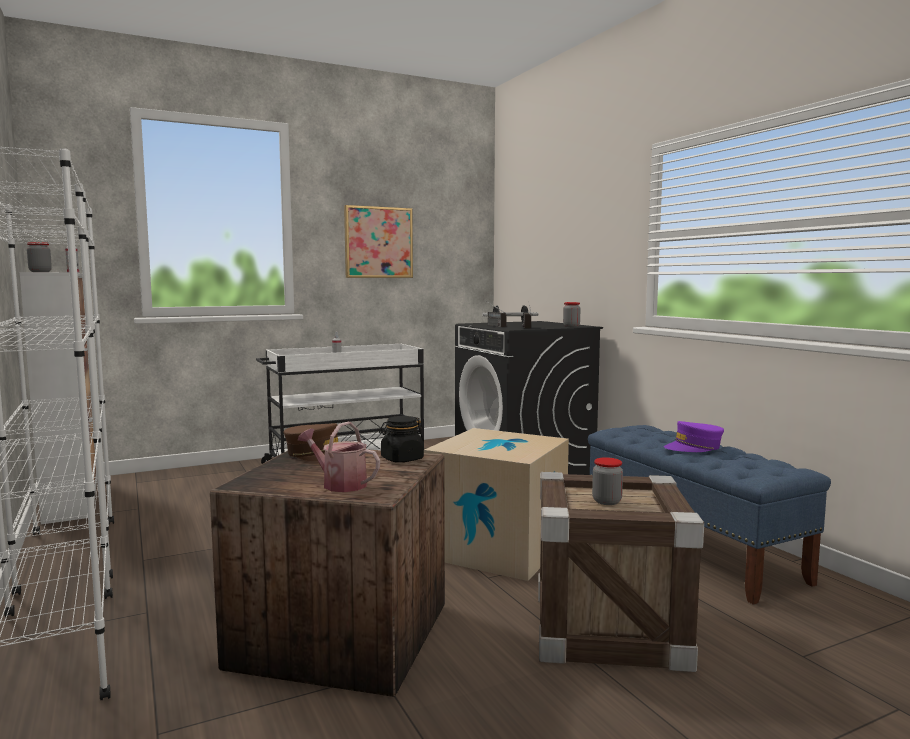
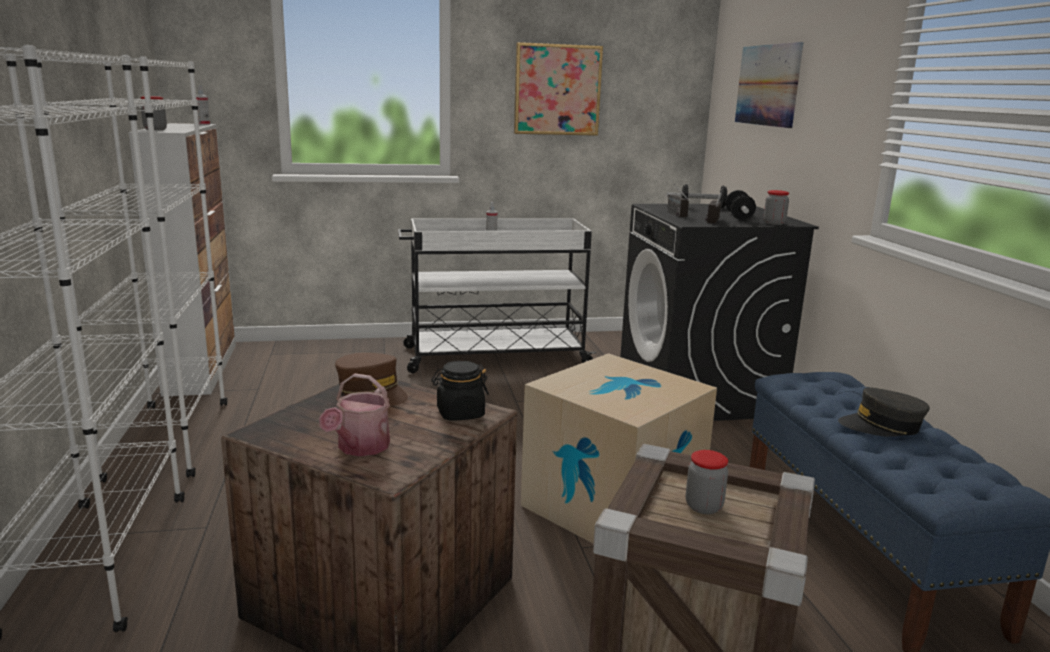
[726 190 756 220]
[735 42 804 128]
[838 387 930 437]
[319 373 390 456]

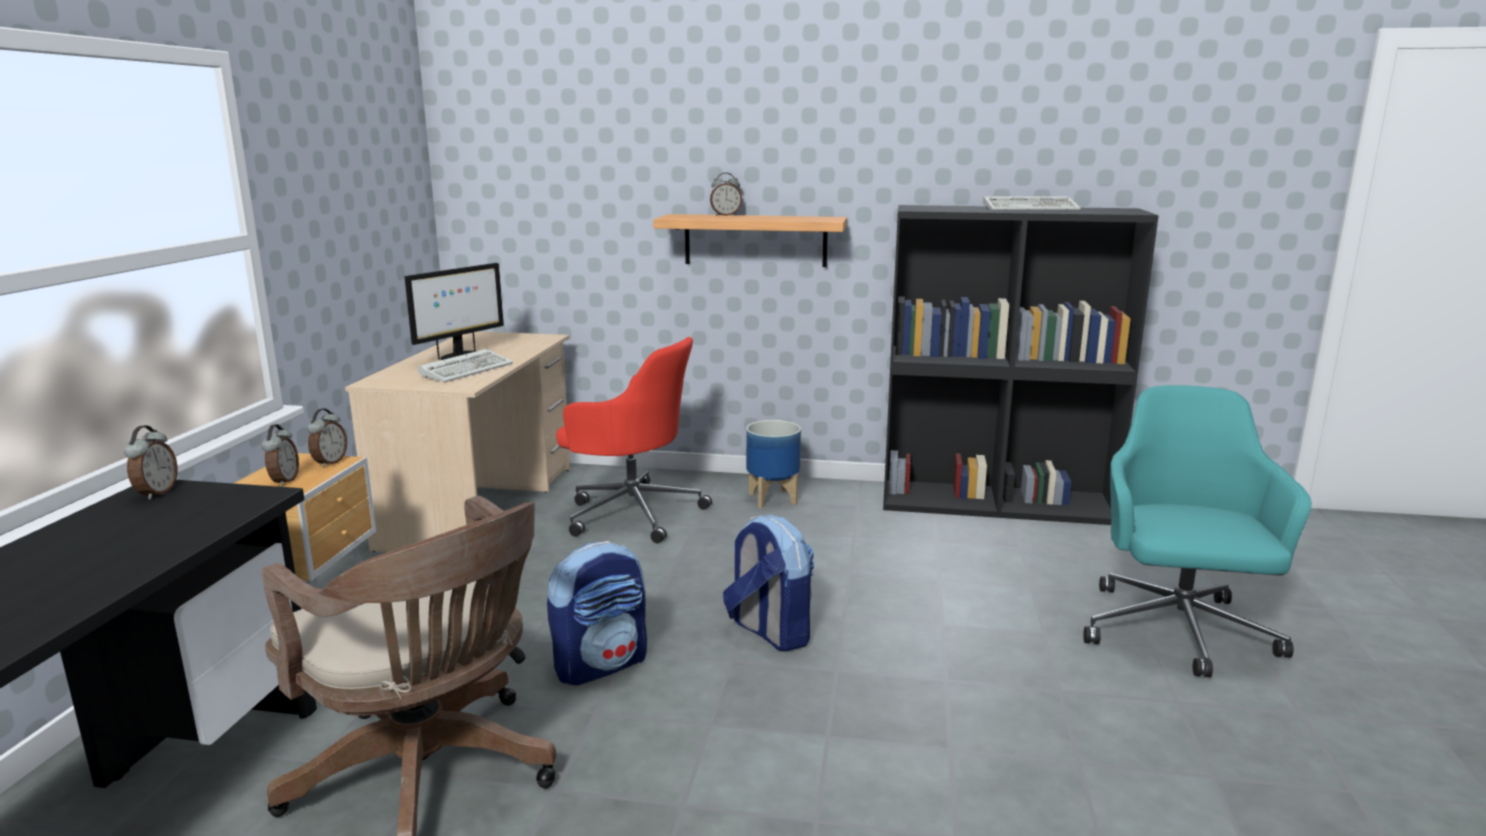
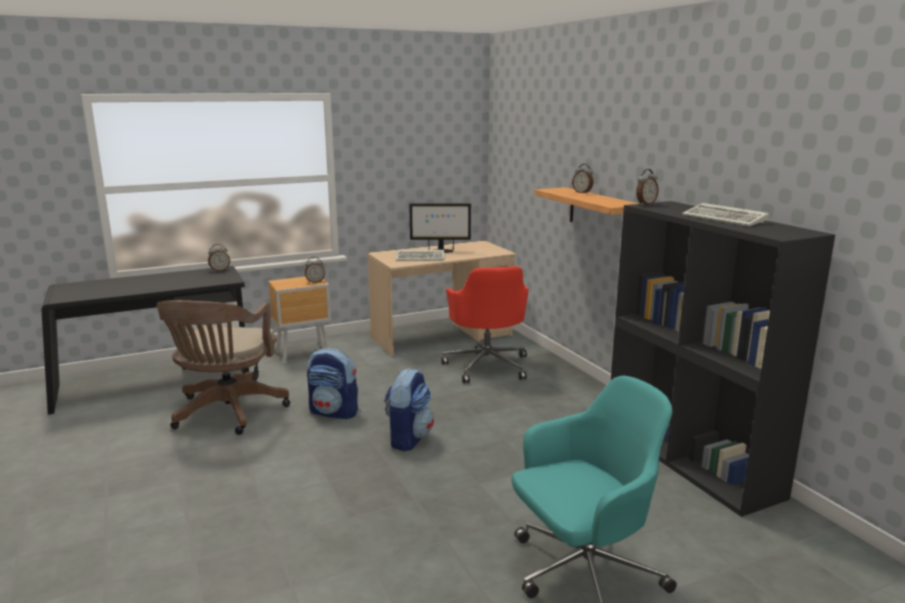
[746 420 801 508] (first image)
[636 169 659 205]

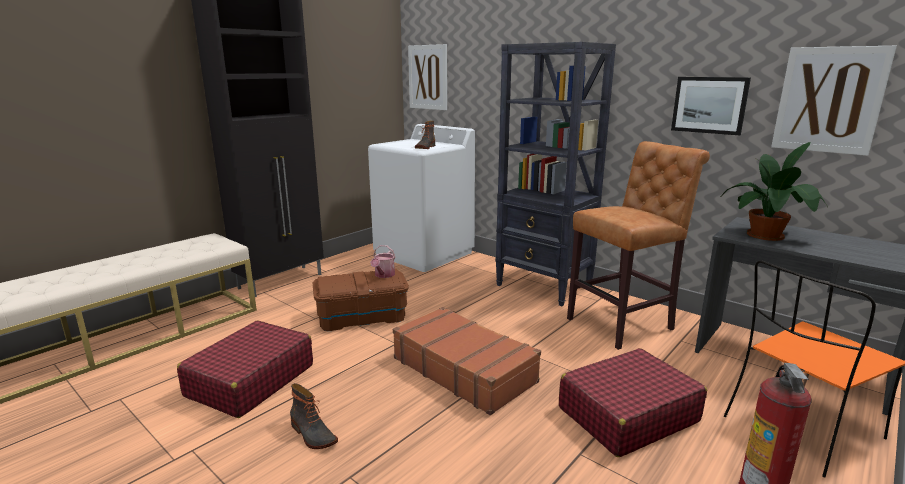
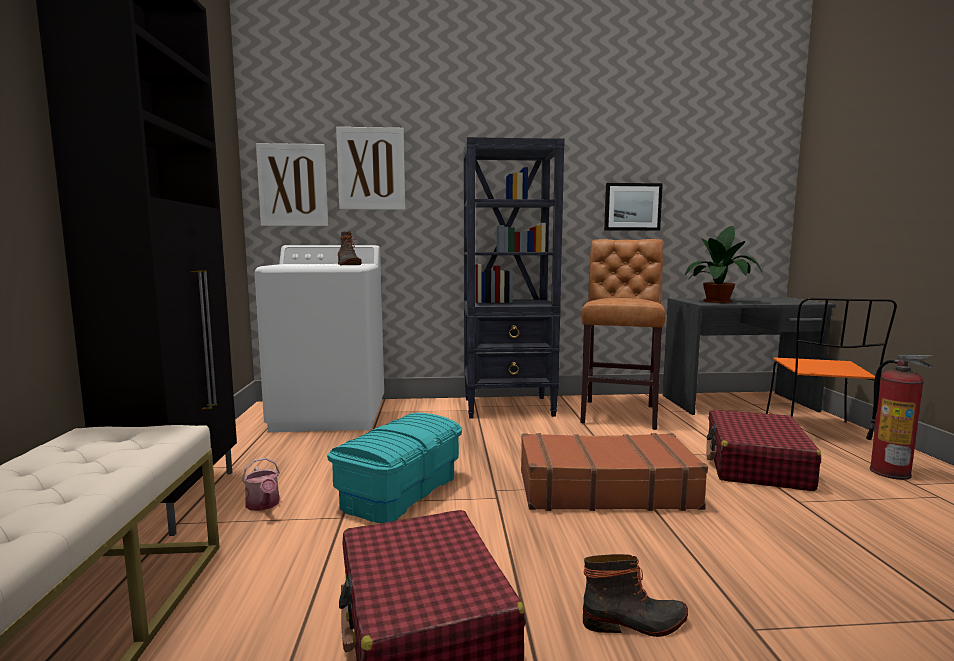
[242 457 280 511]
[336 127 405 210]
[327 413 462 523]

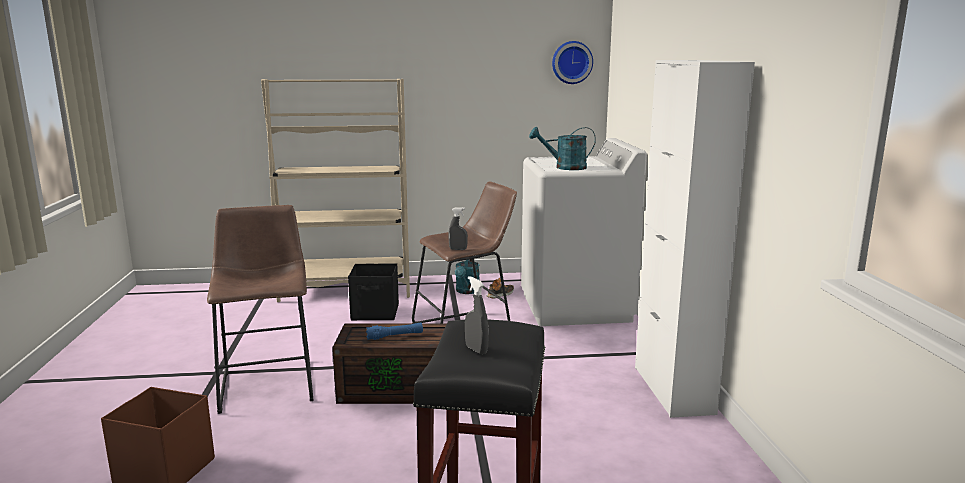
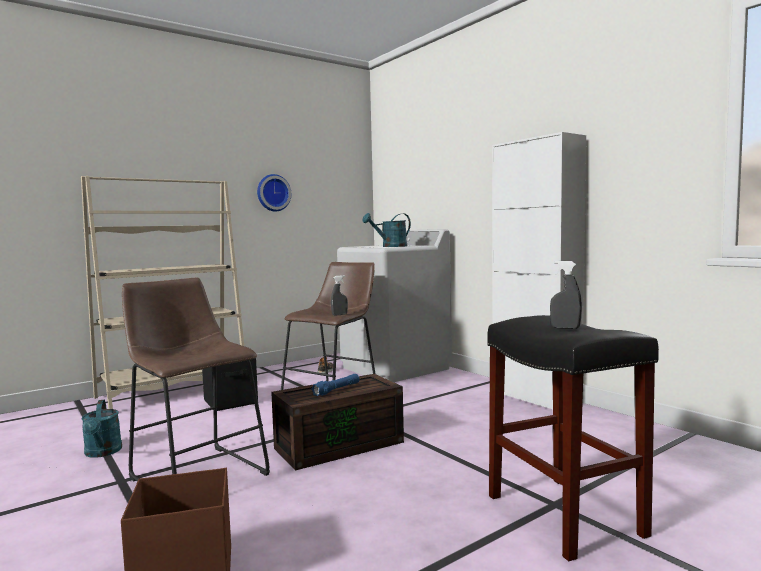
[81 400 122 457]
[257 174 291 212]

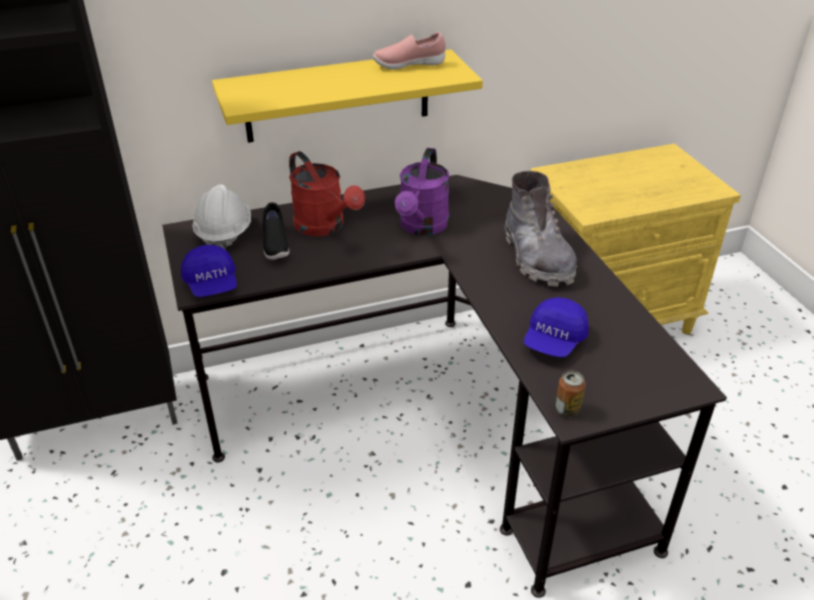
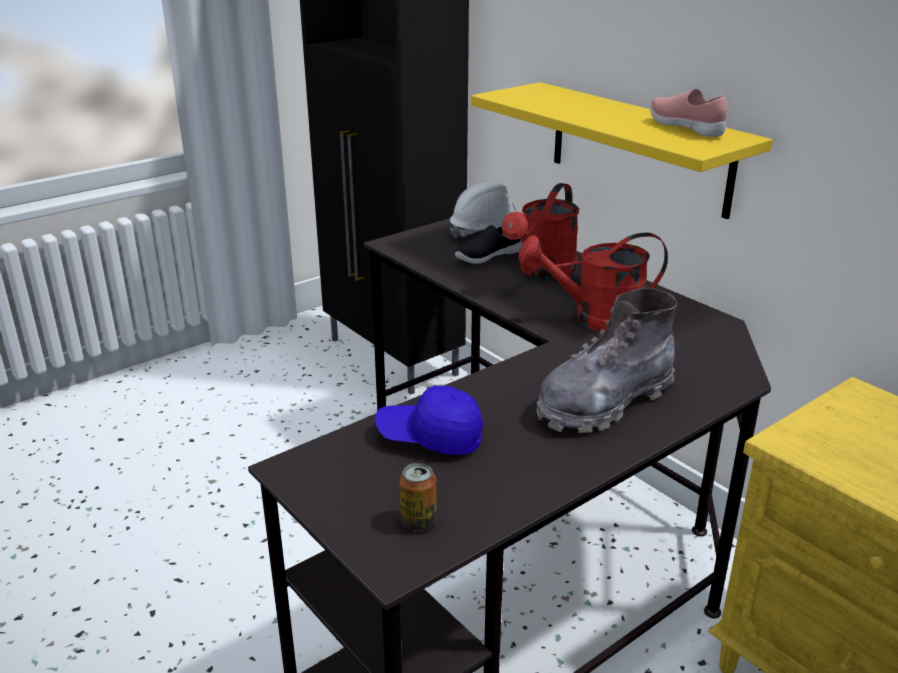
[181 245 237 297] (first image)
[399 463 437 531]
[519 233 668 332]

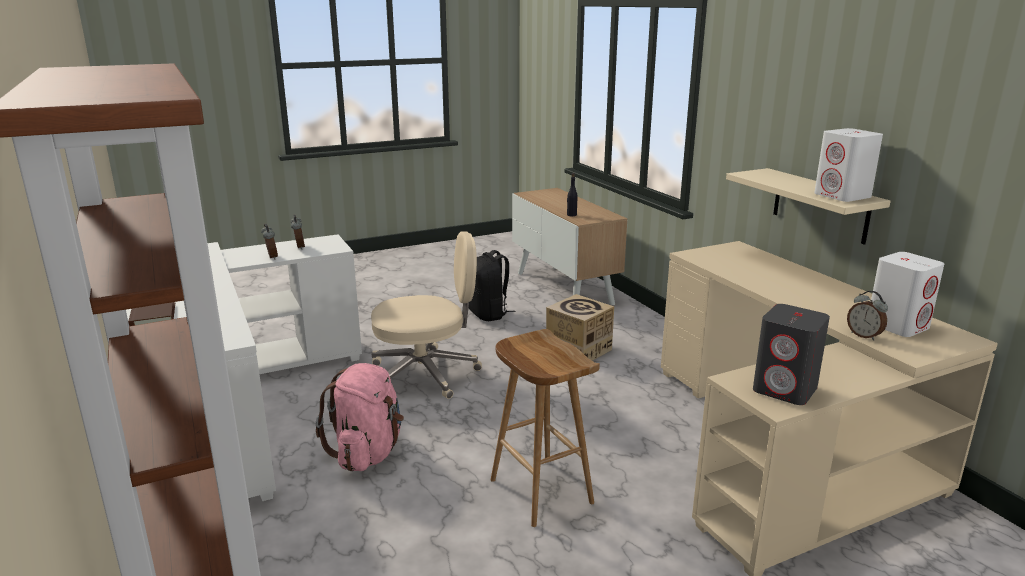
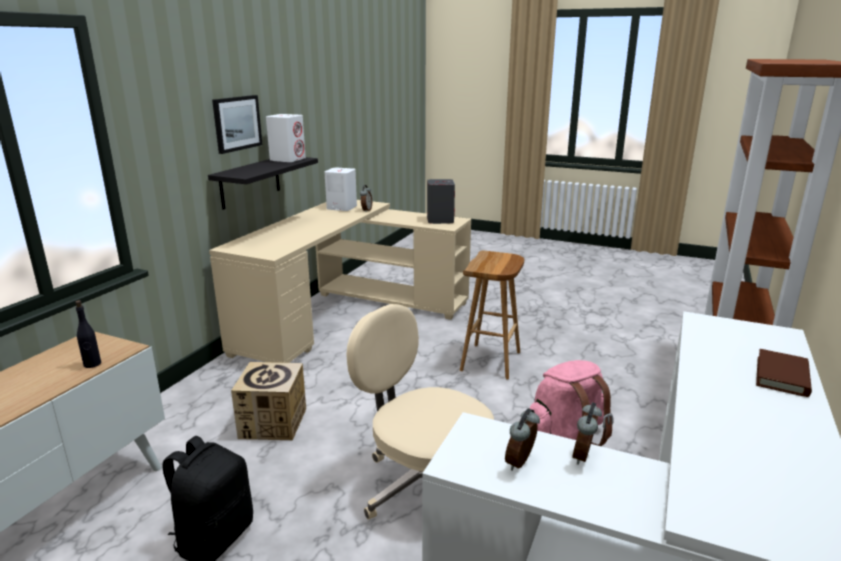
[212 95 262 154]
[208 157 318 210]

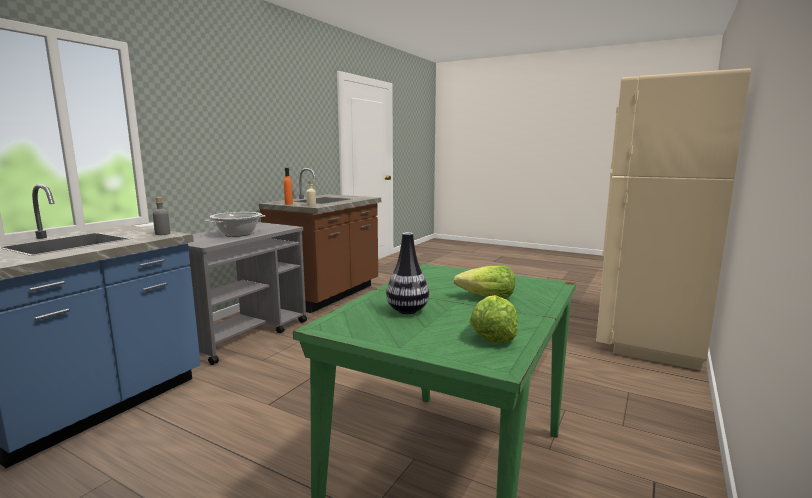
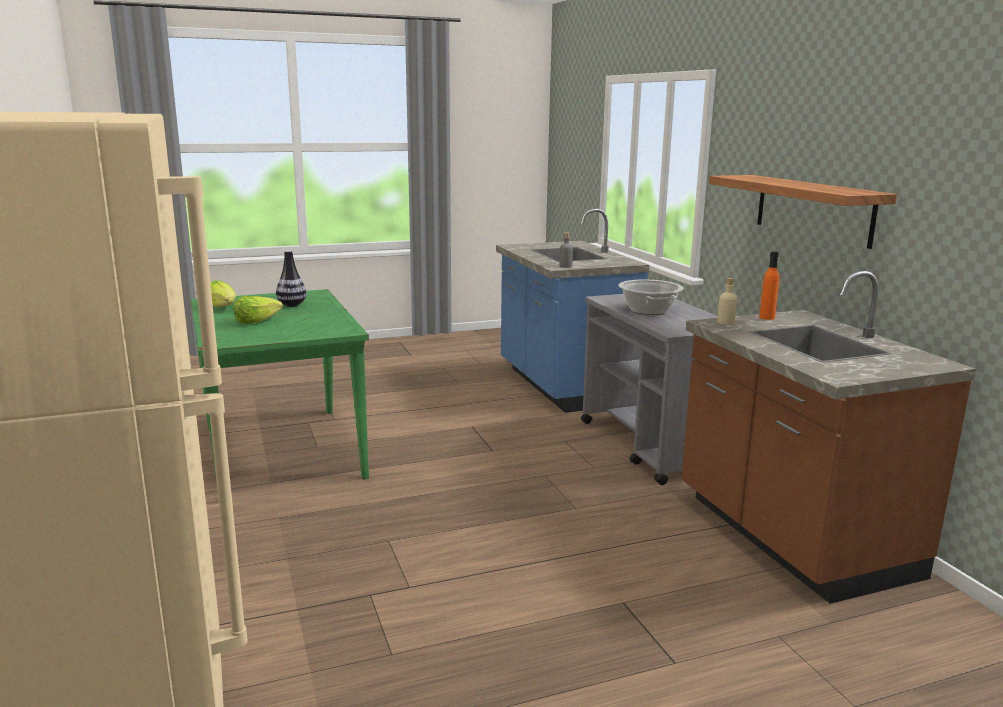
[709 175 897 249]

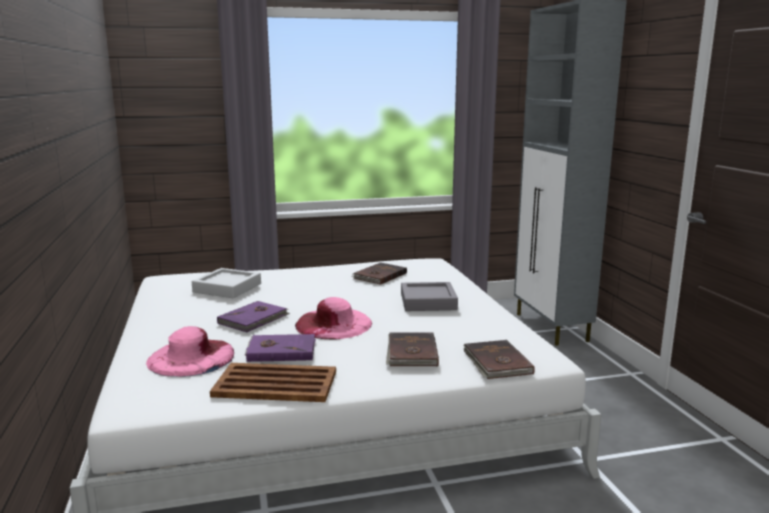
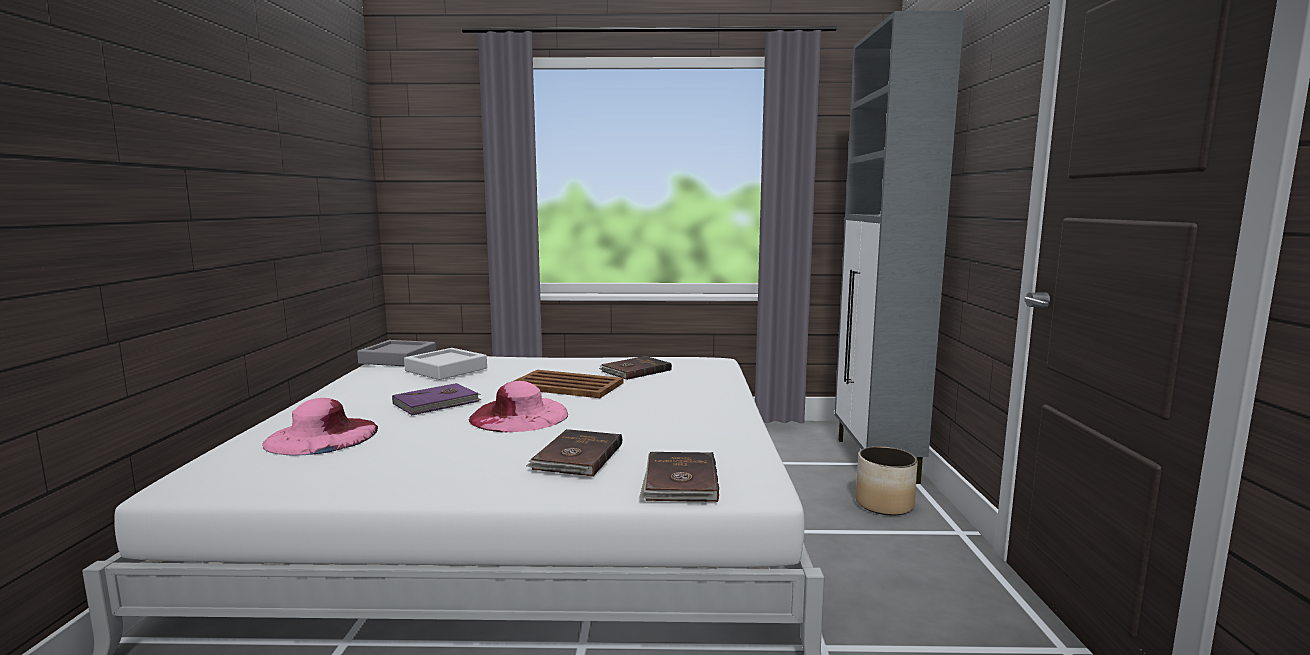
[244 334 316 362] (first image)
[855 446 918 516]
[514 370 623 398]
[357 340 436 366]

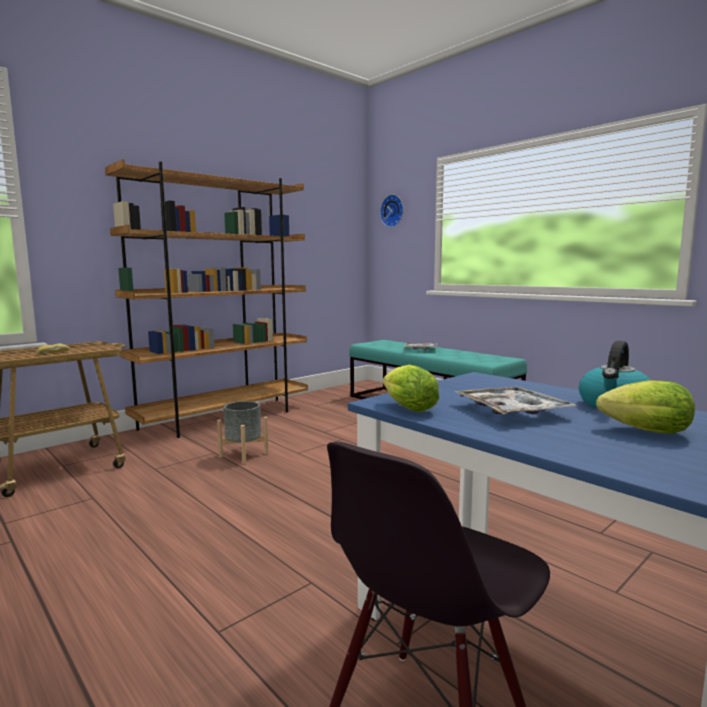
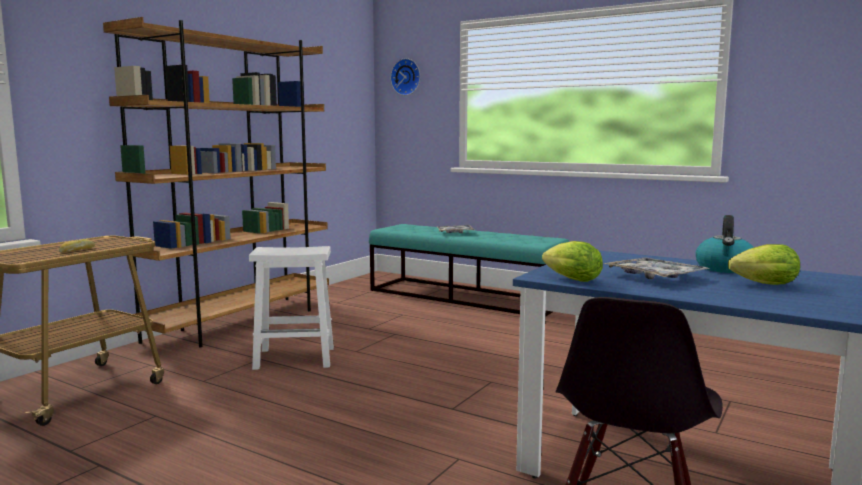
[249 246 334 370]

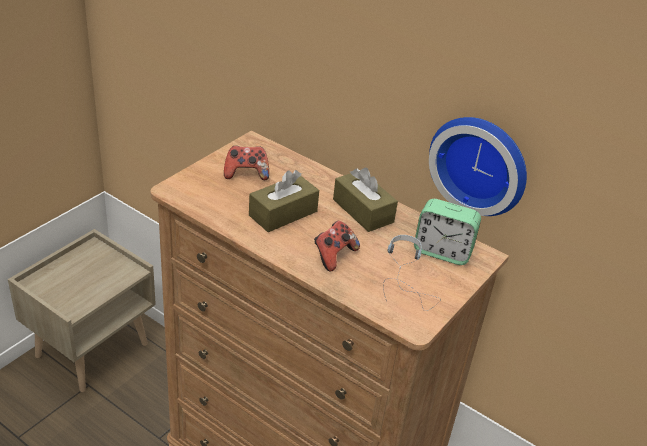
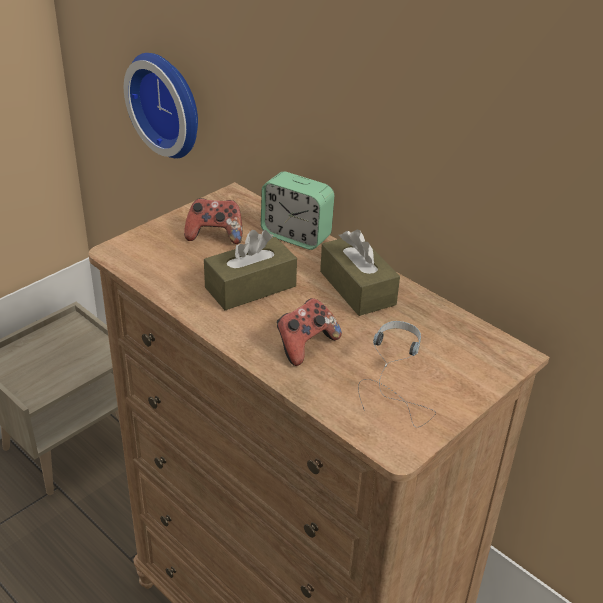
[261 172 335 250]
[124 53 198 158]

